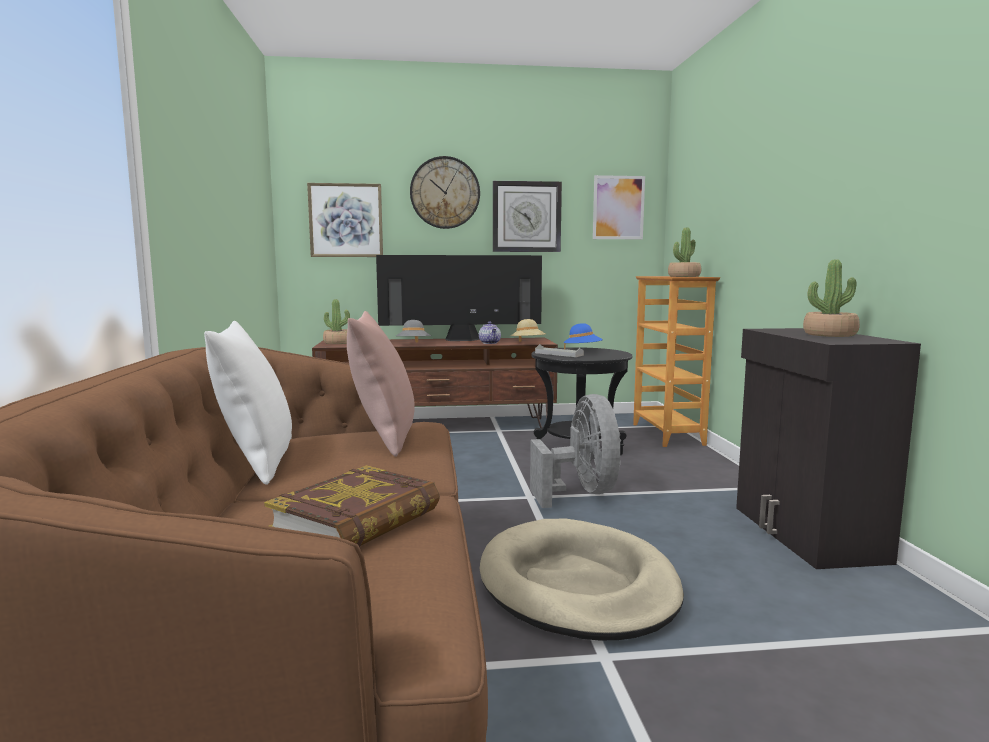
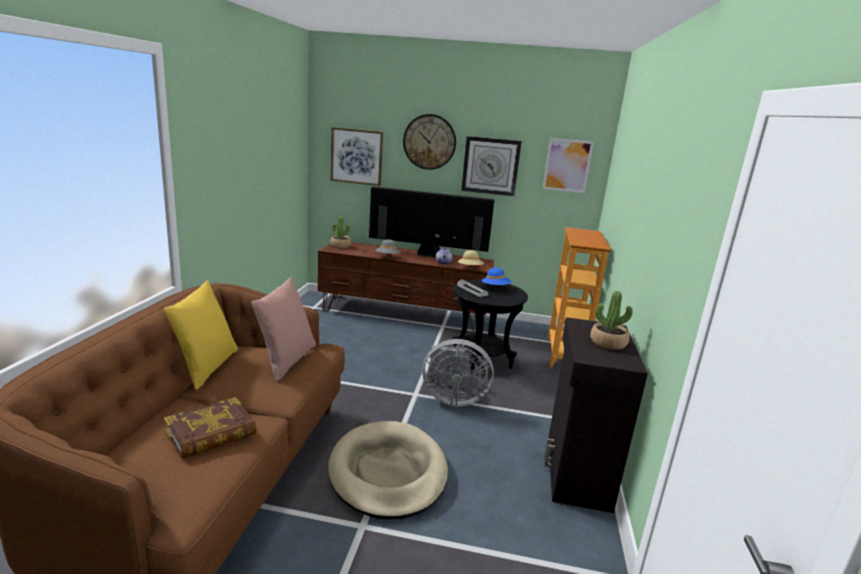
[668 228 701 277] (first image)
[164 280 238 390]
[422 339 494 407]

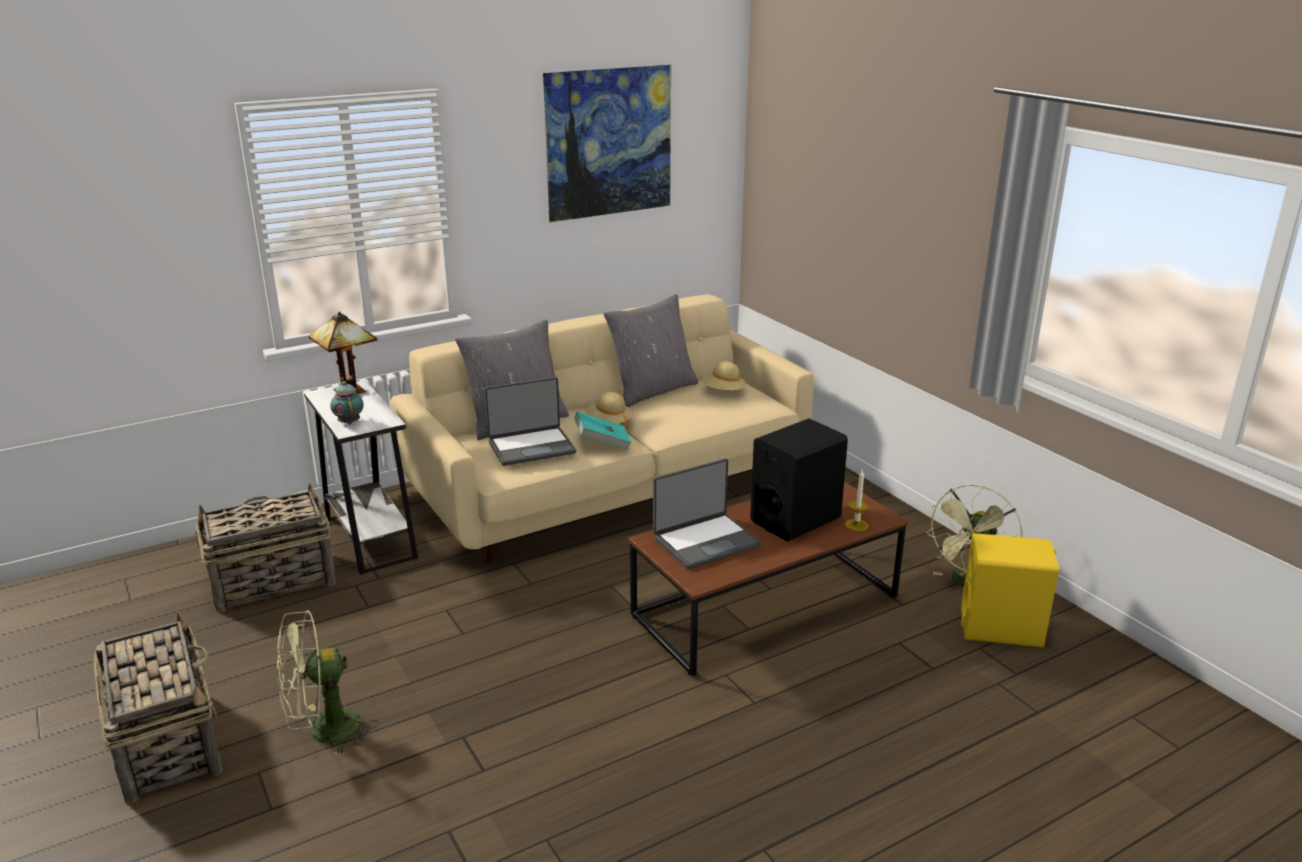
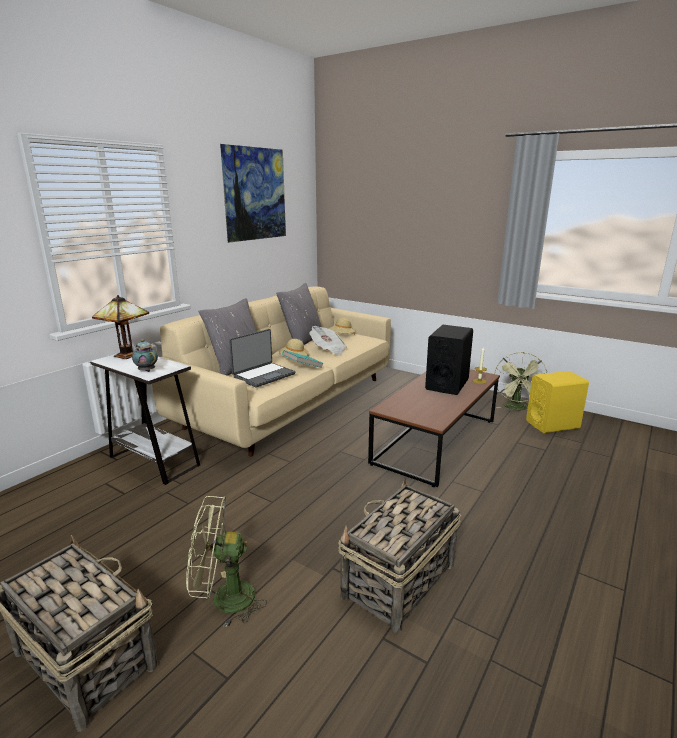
[653 458 761 569] (first image)
[309 326 347 355]
[338 478 461 633]
[186 496 267 628]

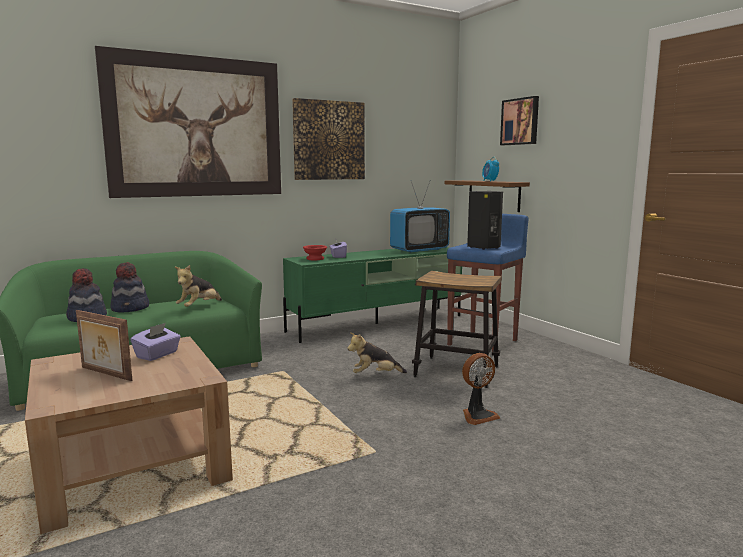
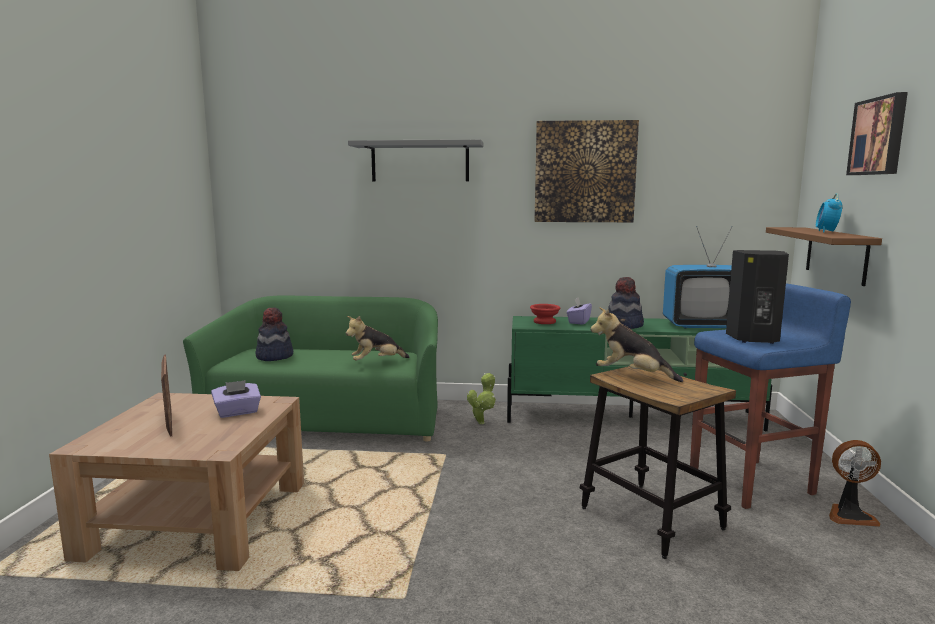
[467 373 496 424]
[608 277 644 329]
[590 307 683 382]
[829 440 881 527]
[348 139 483 181]

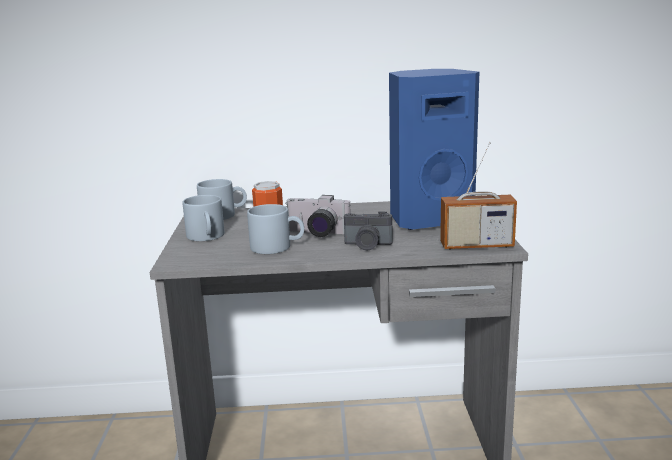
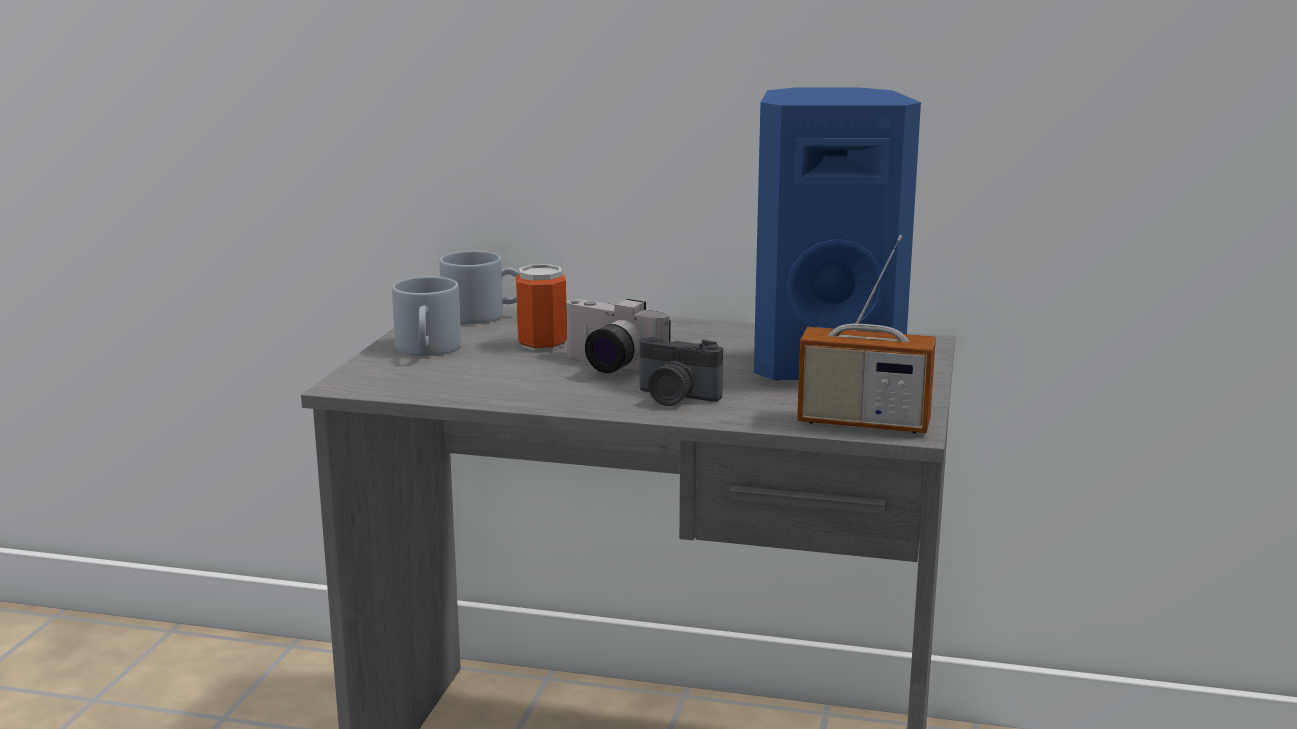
[247 204 304 254] (first image)

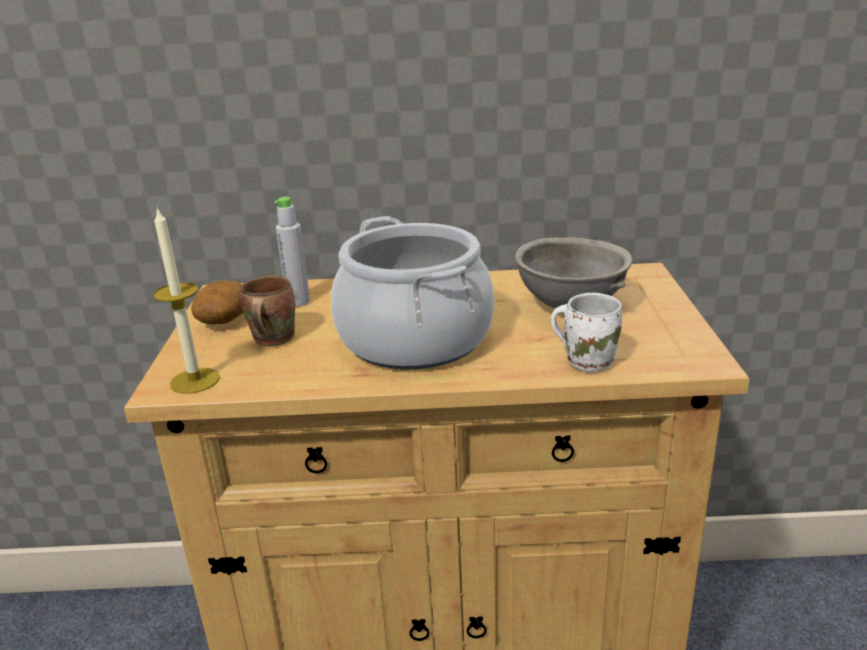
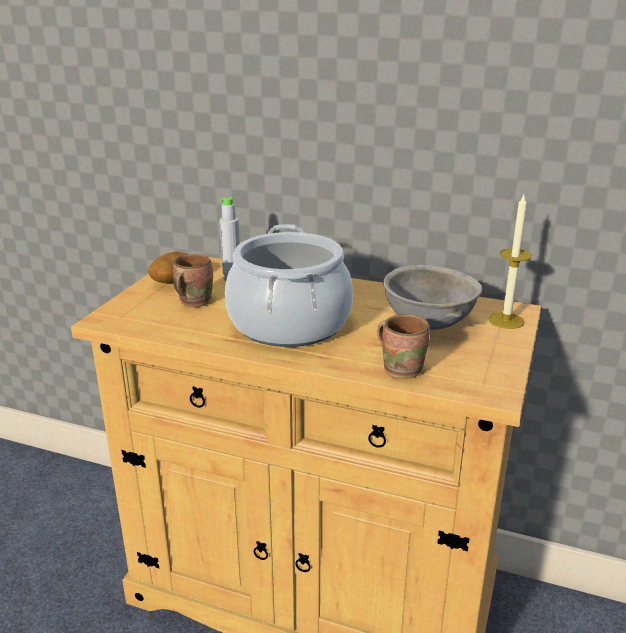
[488 195 532 329]
[377 314 430 379]

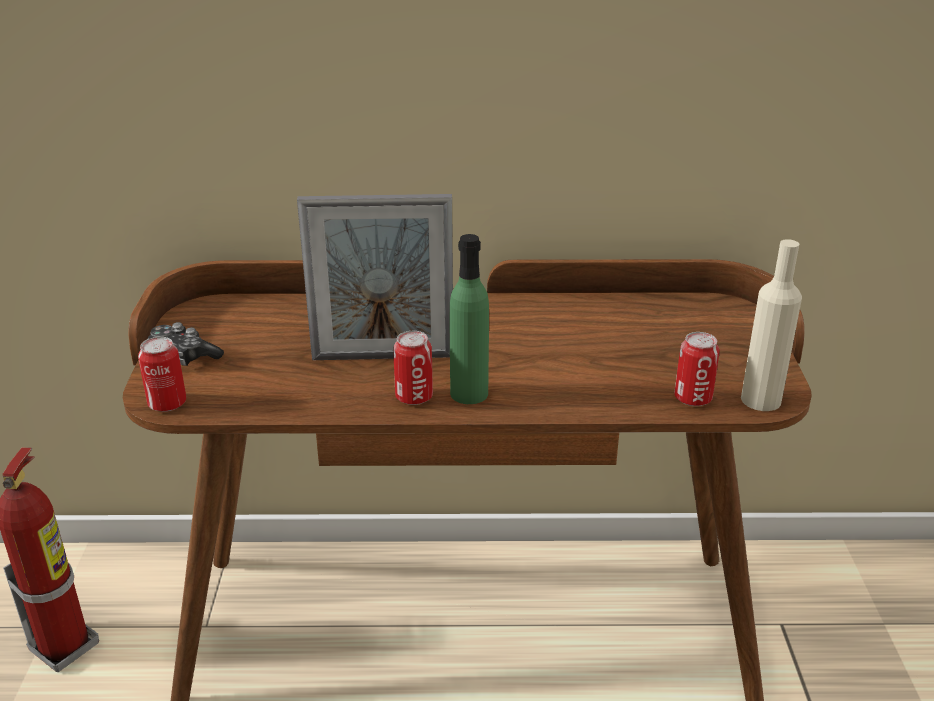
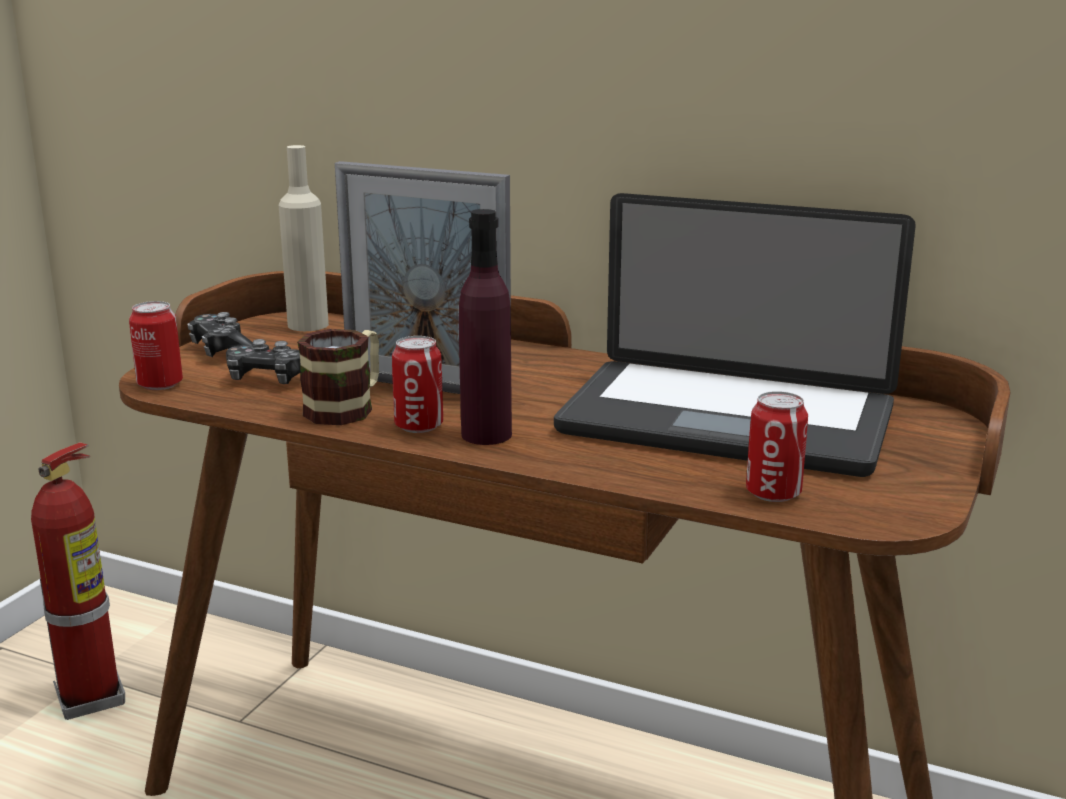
[226 339 301 384]
[297 329 379 425]
[554 193 916 477]
[279 145 329 331]
[459 209 512 445]

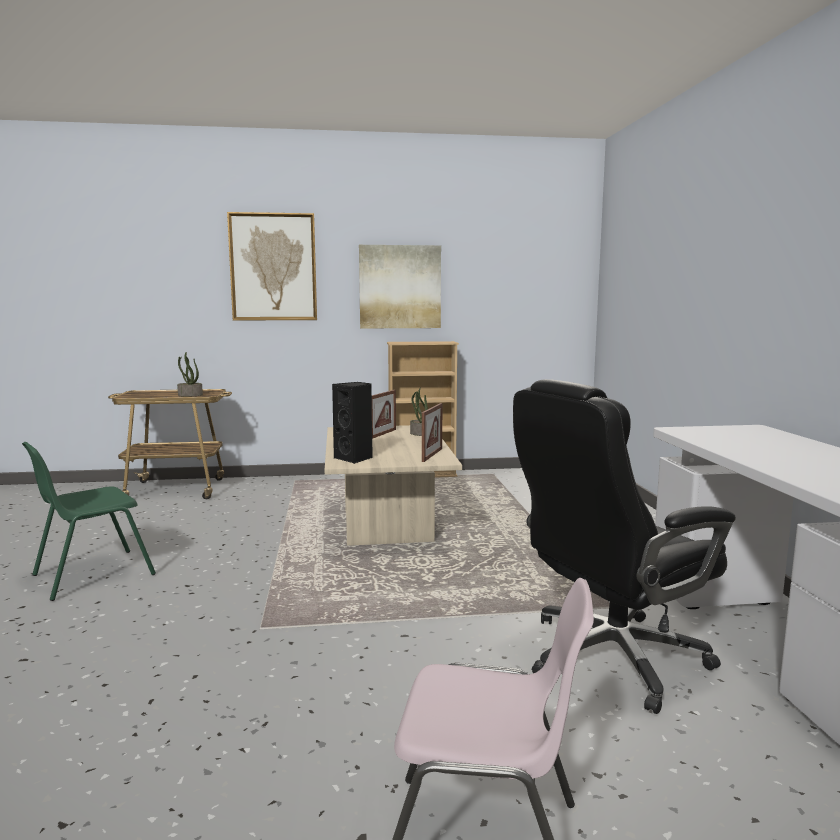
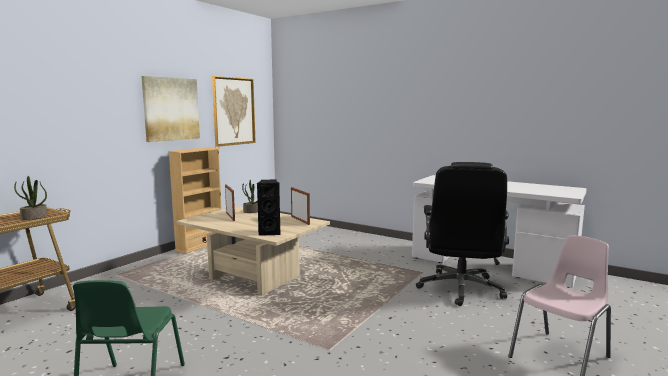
[212 76 256 147]

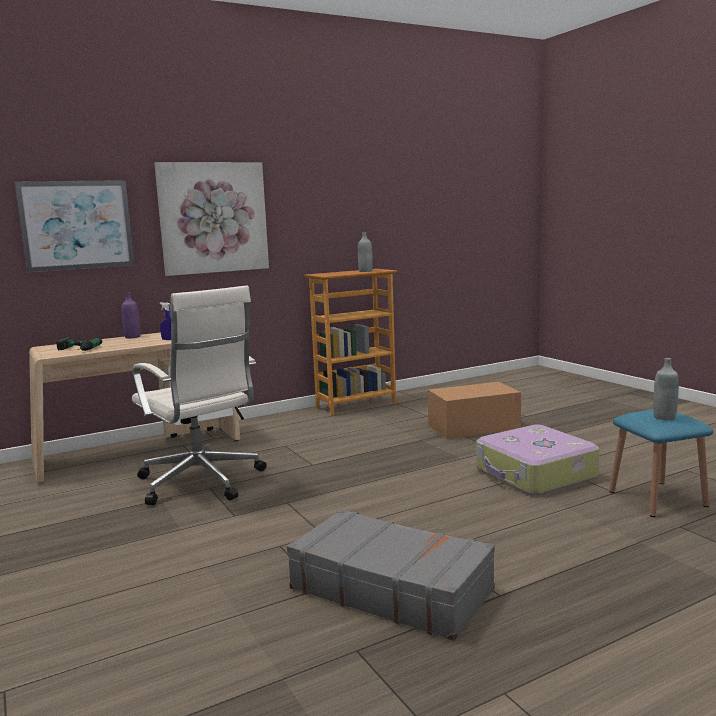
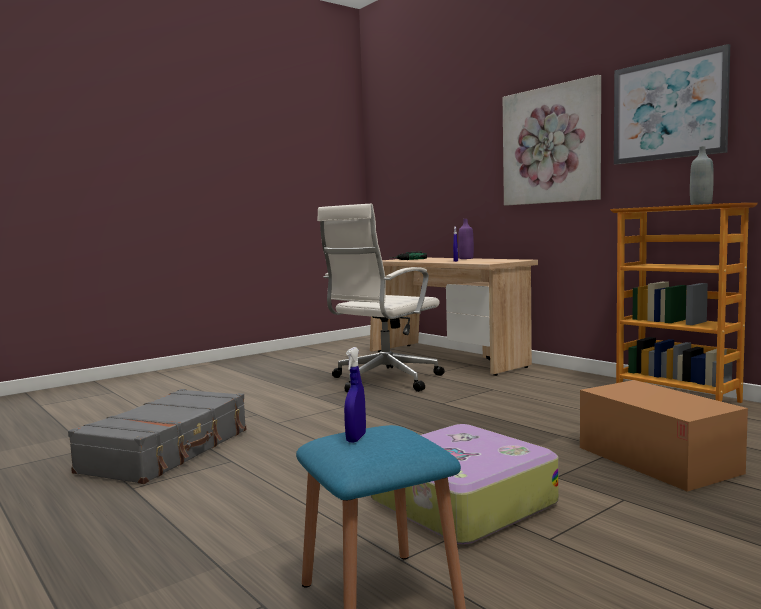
[614 44 730 165]
[344 347 366 443]

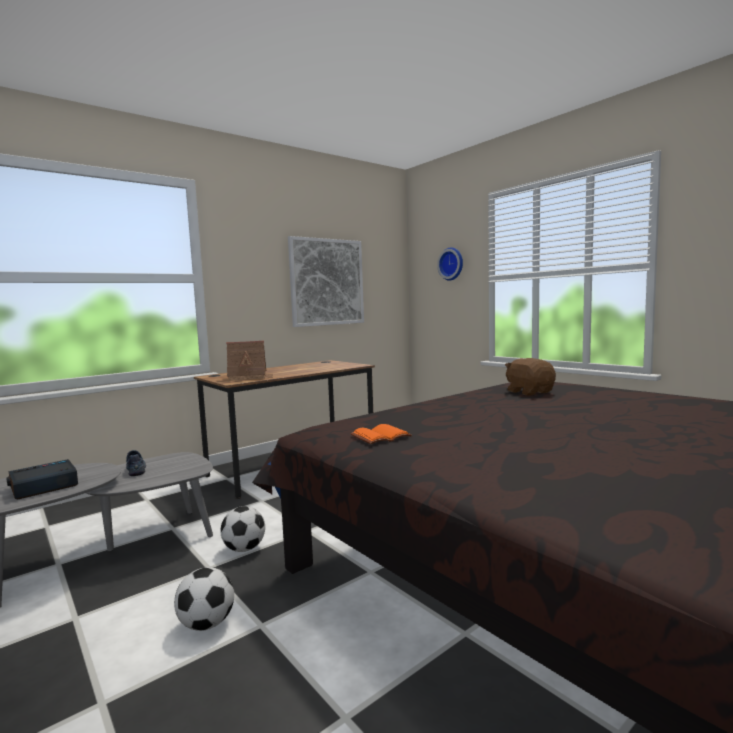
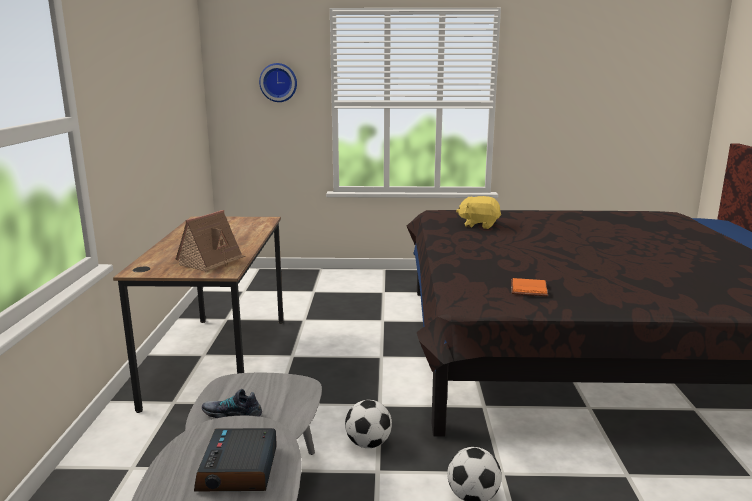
[288 236 364 327] (first image)
[456 196 501 229]

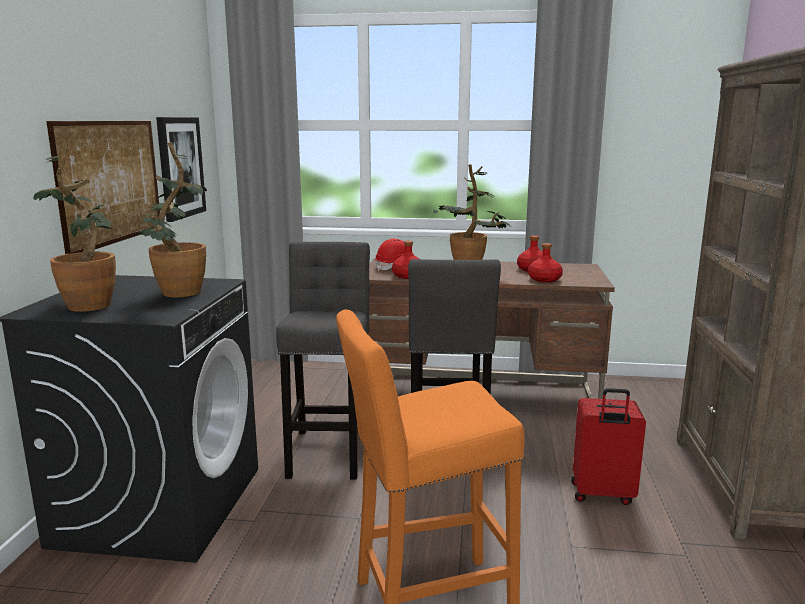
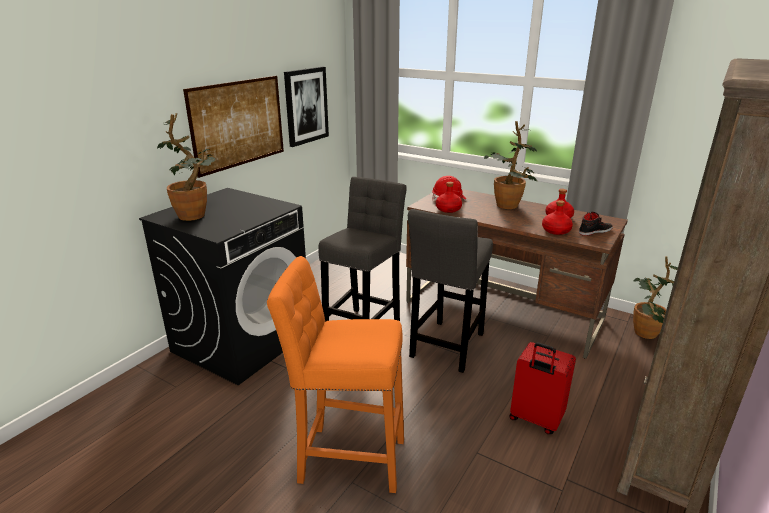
[579 212 613 236]
[633 256 678 339]

